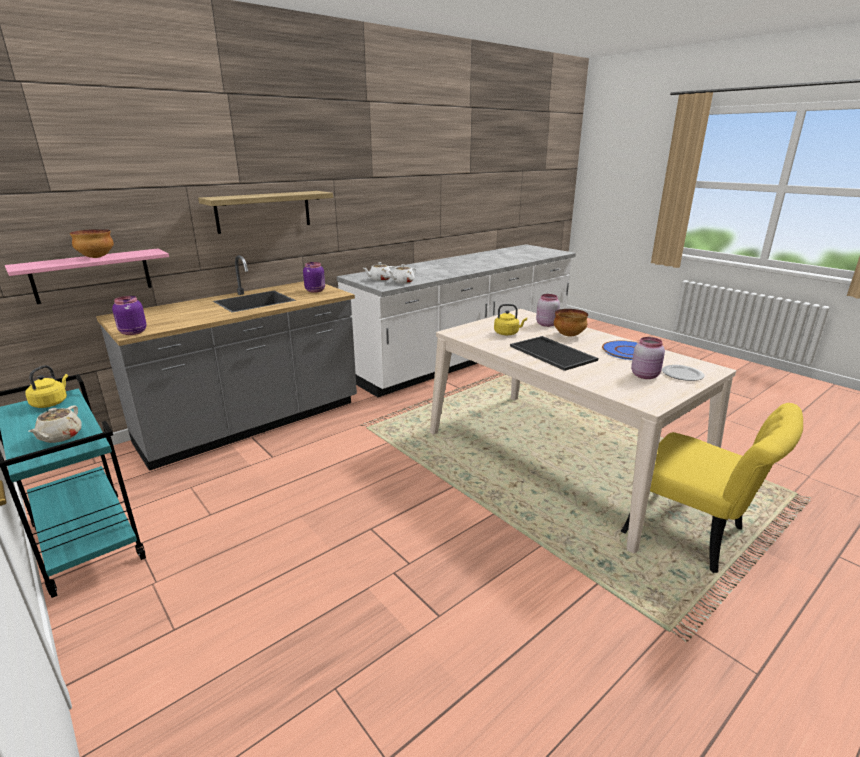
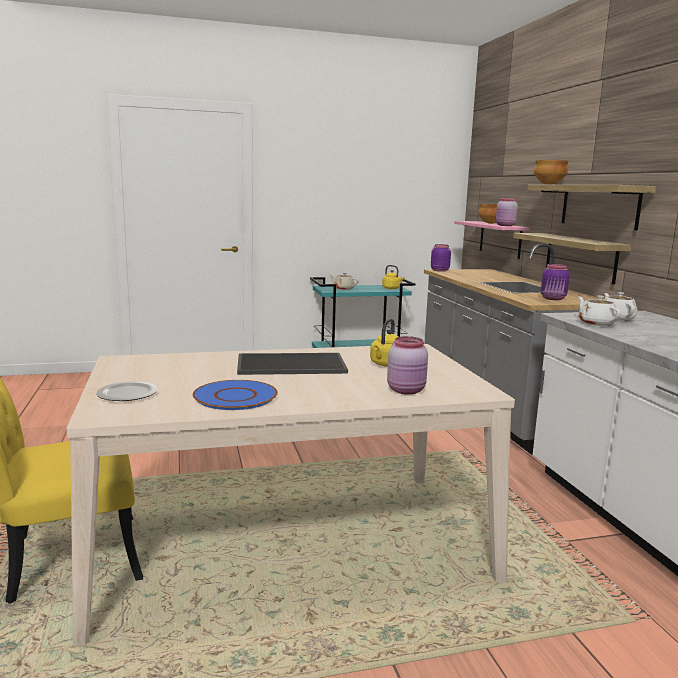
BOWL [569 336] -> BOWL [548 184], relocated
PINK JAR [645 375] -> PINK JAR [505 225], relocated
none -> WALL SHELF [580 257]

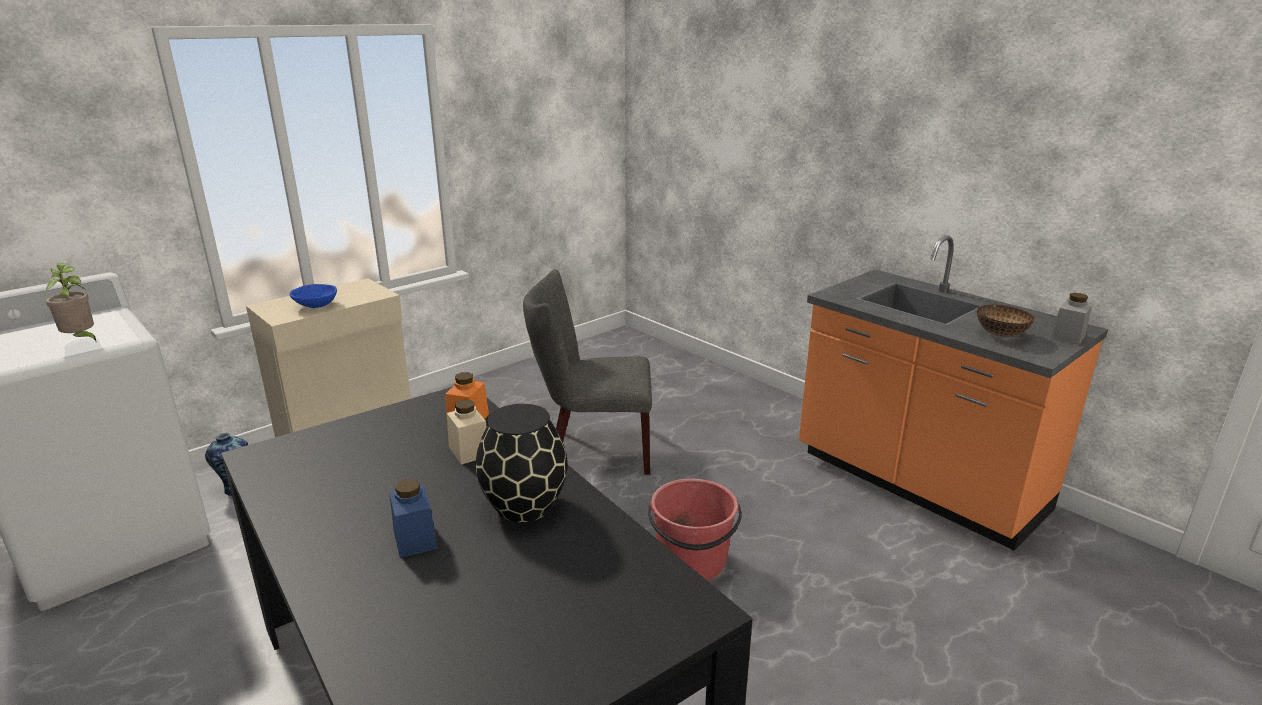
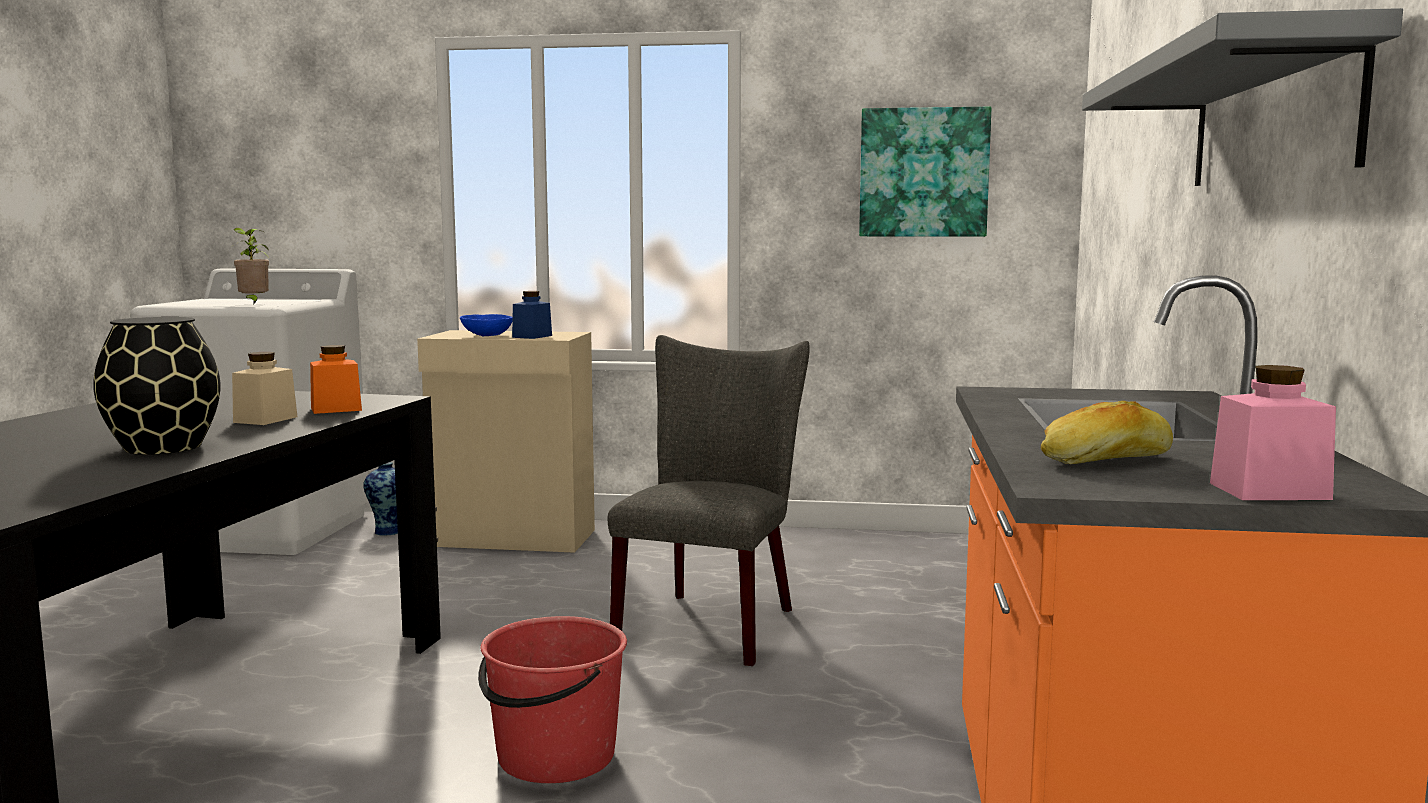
BLUE JAR [415 539] -> BLUE JAR [532 336], relocated
GRAY CHAIR [592 450] -> GRAY CHAIR [712 622], 60 degrees clockwise
BOWL [1001 335] -> BAKERY BREAD [1106 460]
GRAY JAR [1068 337] -> PINK JAR [1269 491]
none -> PICTURE [923 172]
none -> GRAY WALL SHELF [1269 119]

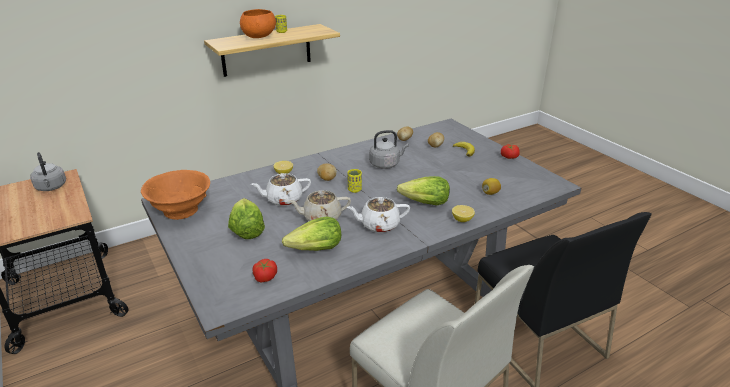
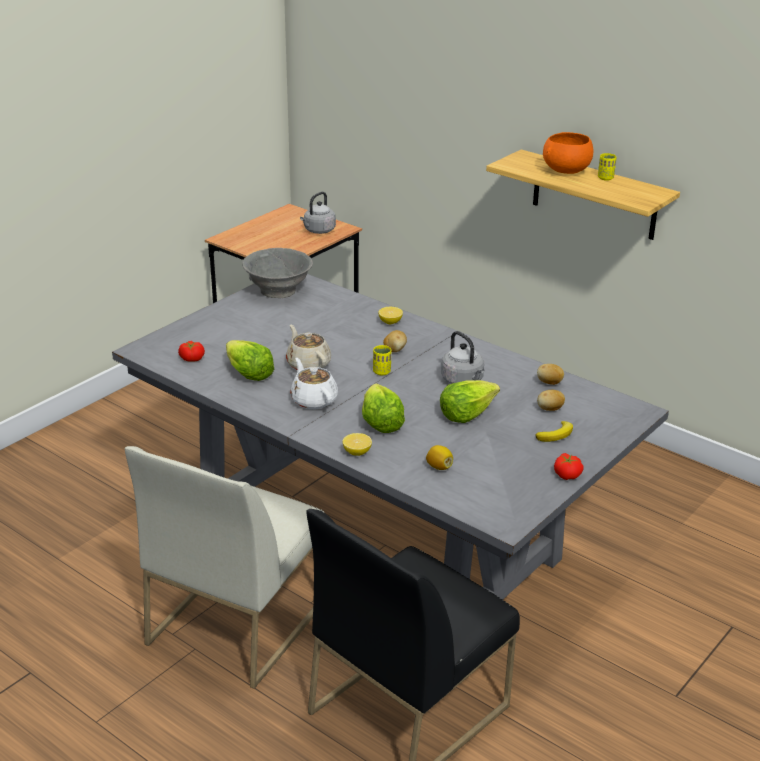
ORANGEY BOWL [181 210] -> GRAY BOWL [278 290]
LETTUCE HEAD [246 230] -> LETTUCE HEAD [466 413], relocated
WHITE-COLOURED TEA POT [283 199] -> none

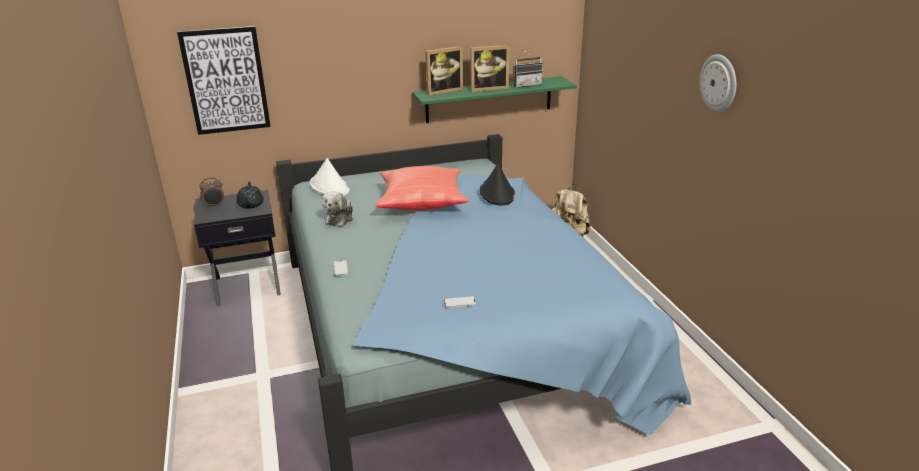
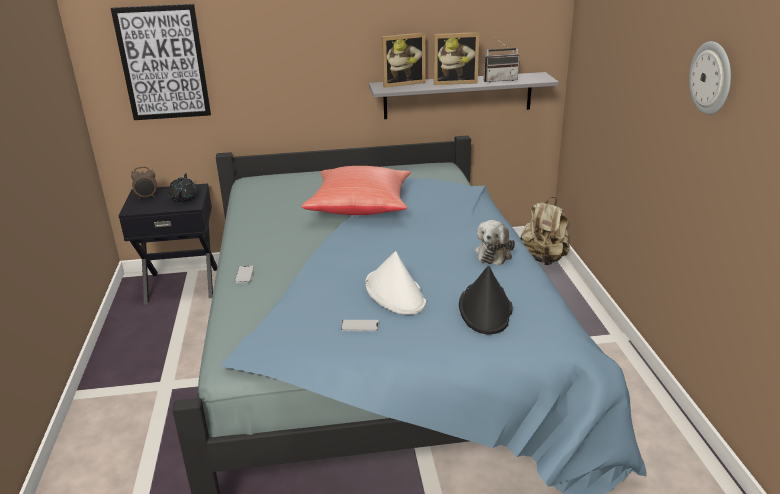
WHITE-COLOURED WEARABLE HAT [329 187] -> WHITE-COLOURED WEARABLE HAT [395 293], relocated
CUDDLY TOY [340 218] -> CUDDLY TOY [494 253], relocated
GREEN-COLOURED WALL SHELF [489 99] -> GRAY WALL SHELF [458 95]
BLACKISH WEARABLE HAT [497 193] -> BLACKISH WEARABLE HAT [485 309], relocated

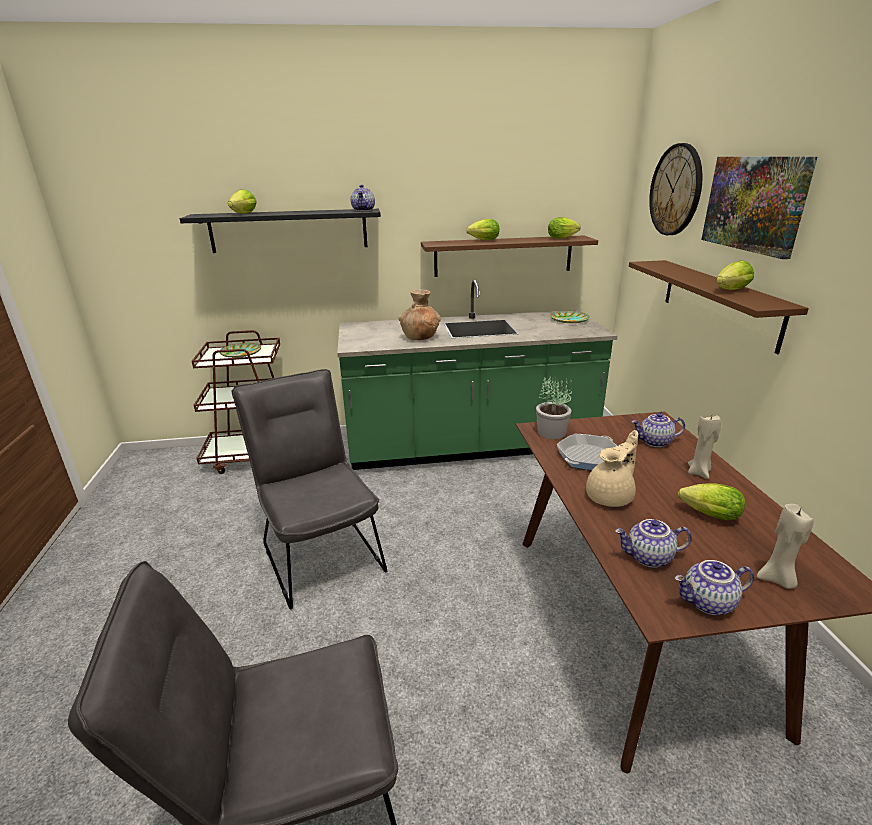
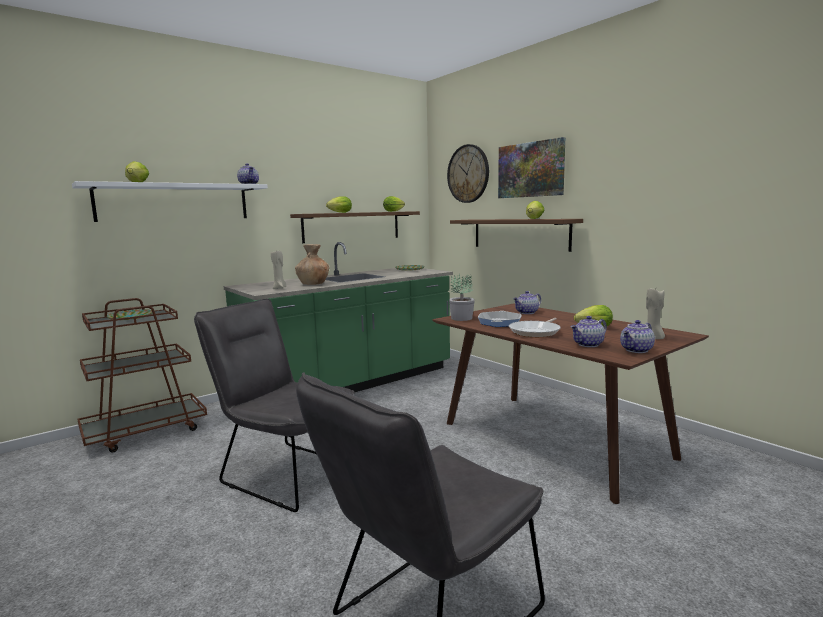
BLACKISH WALL SHELF [289 230] -> WHITE-COLOURED WALL SHELF [174 202]
BEIGE TEA POT [611 497] -> SKILLET [536 332]
BEIGE WAX LIGHT [699 472] -> BEIGE WAX LIGHT [279 288], relocated

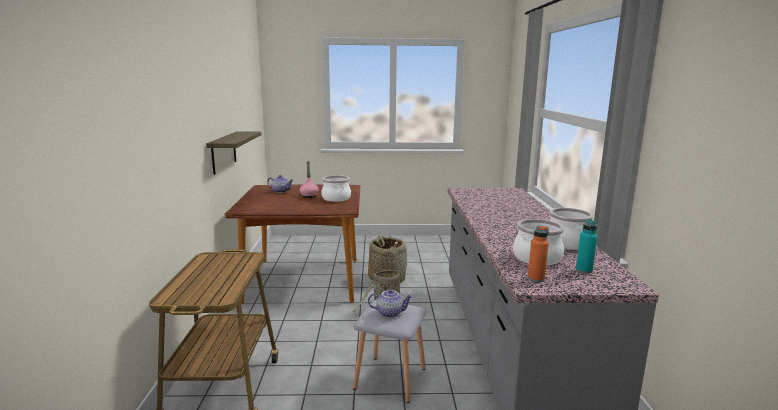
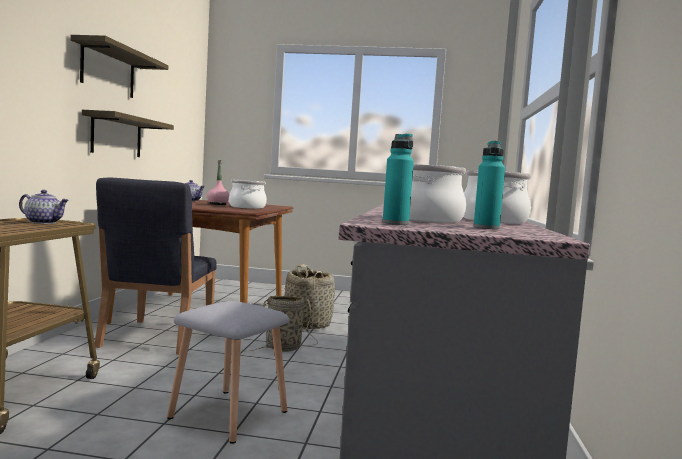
TEA POT [390 313] -> TEA POT [44 222], relocated
ORANGEY BEVERAGE BOTTLE [536 279] -> TURQUOISE BEVERAGE BOTTLE [395 223]
none -> WALL SHELF [108 70]
none -> BLUE CHAIR [156 337]

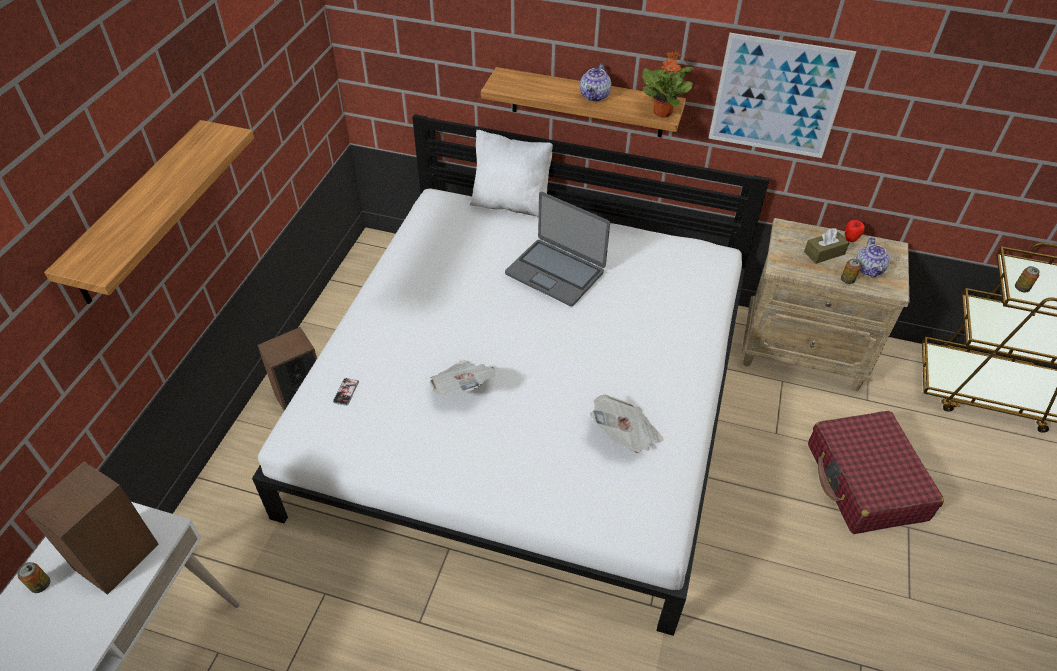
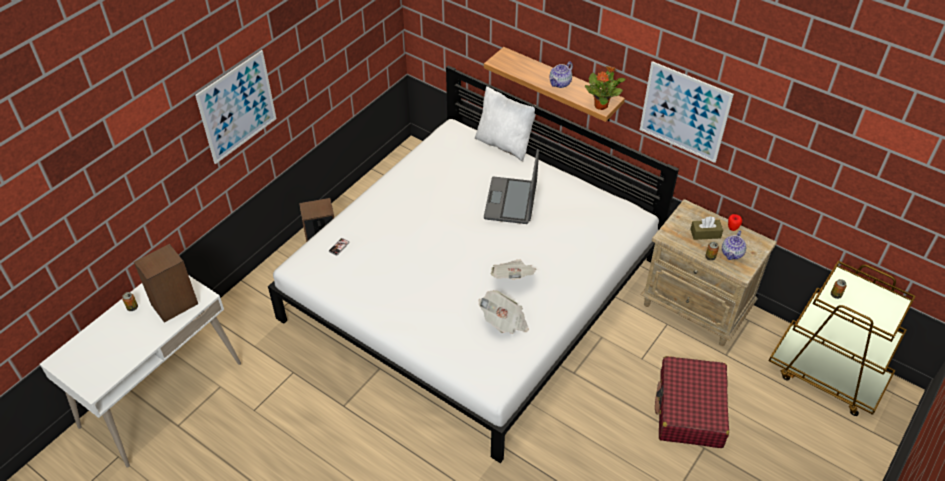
WALL SHELF [140 212] -> PICTURE [237 107]
PRINTED PAPER [462 388] -> PRINTED PAPER [512 277], relocated
PORTABLE COMPUTER [555 272] -> PORTABLE COMPUTER [511 201], 45 degrees clockwise

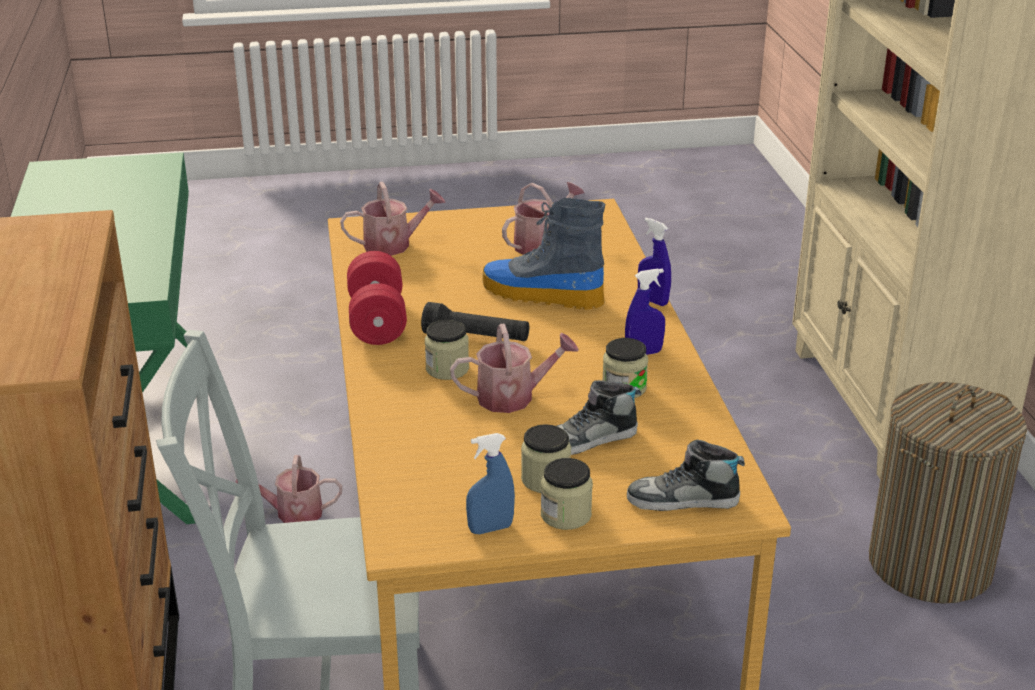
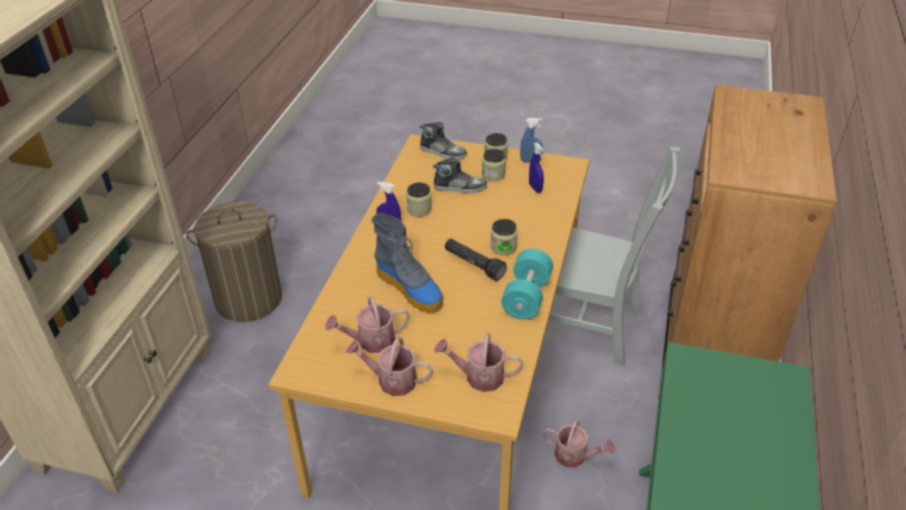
RED-COLOURED FREE WEIGHT [377 321] -> TURQUOISE FREE WEIGHT [526 297]
SPRINKLING CAN [513 397] -> SPRINKLING CAN [391 380], relocated
BLUE HAND SPRAYER [652 300] -> BLUE HAND SPRAYER [535 188], relocated

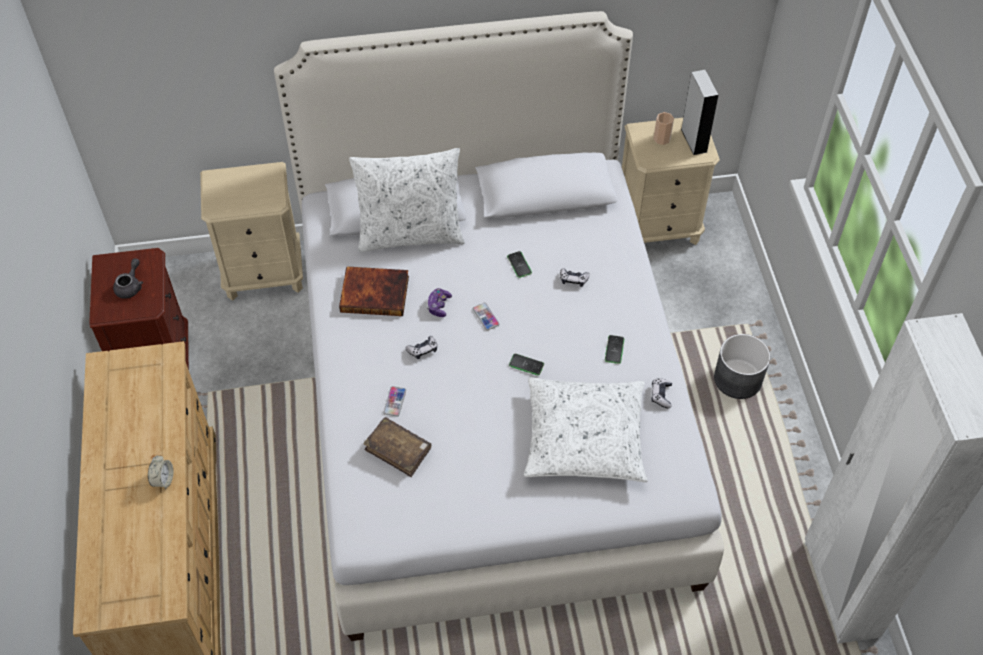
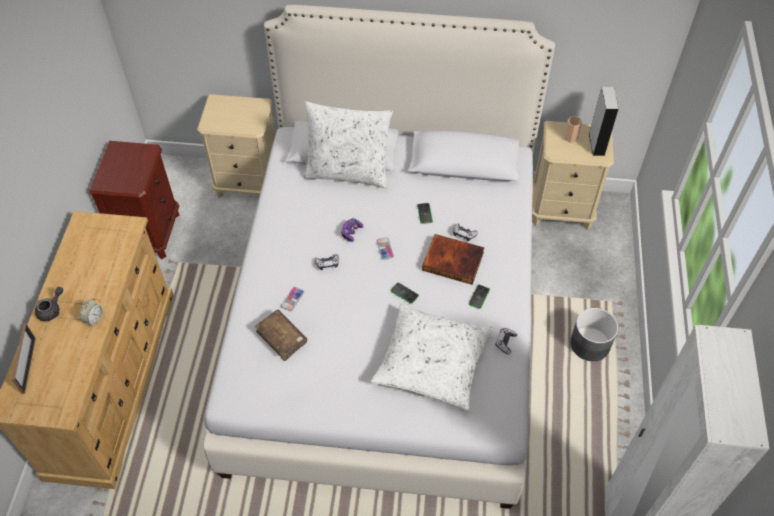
GRAY TEA POT [131 286] -> GRAY TEA POT [52 310], relocated
VOLUME [375 293] -> VOLUME [453 260], relocated
none -> PICTURE FRAME [29 365]

